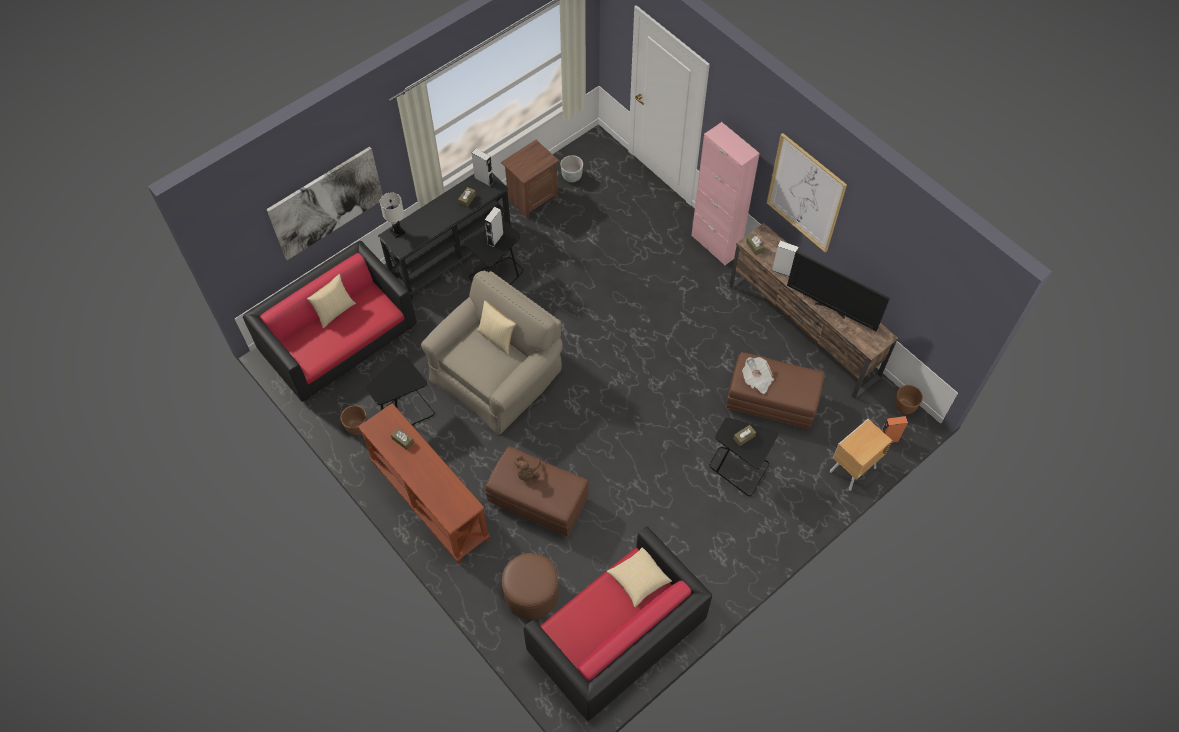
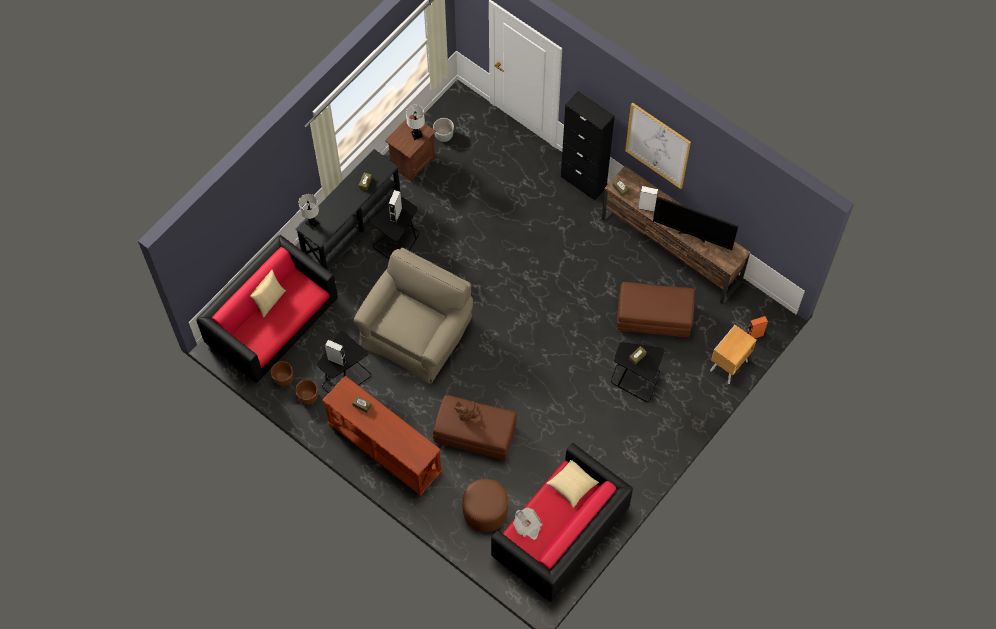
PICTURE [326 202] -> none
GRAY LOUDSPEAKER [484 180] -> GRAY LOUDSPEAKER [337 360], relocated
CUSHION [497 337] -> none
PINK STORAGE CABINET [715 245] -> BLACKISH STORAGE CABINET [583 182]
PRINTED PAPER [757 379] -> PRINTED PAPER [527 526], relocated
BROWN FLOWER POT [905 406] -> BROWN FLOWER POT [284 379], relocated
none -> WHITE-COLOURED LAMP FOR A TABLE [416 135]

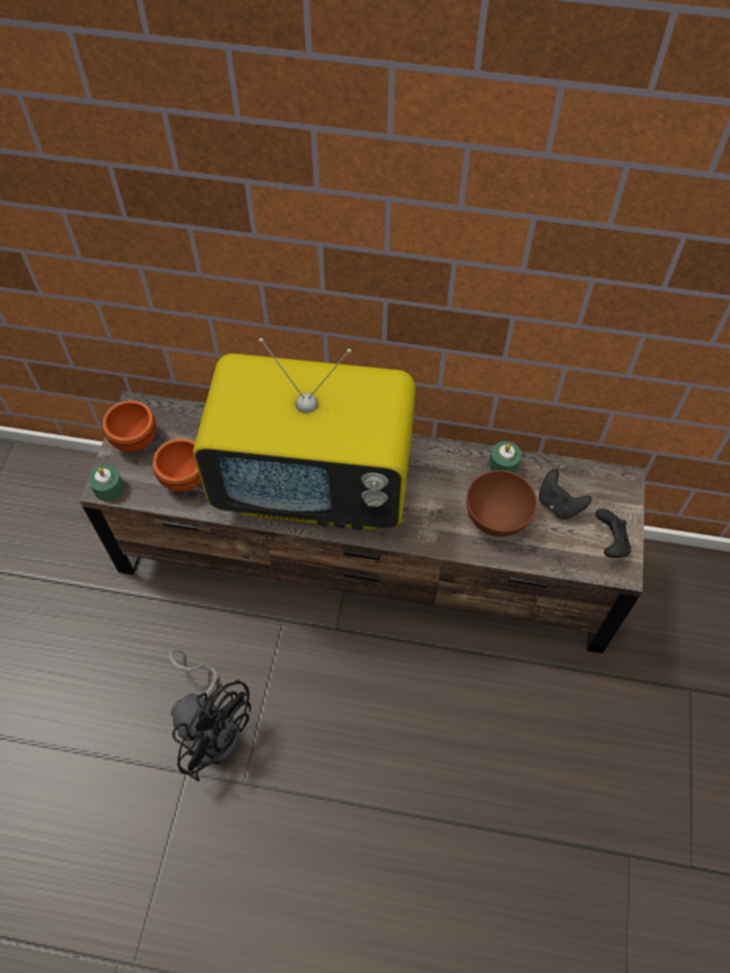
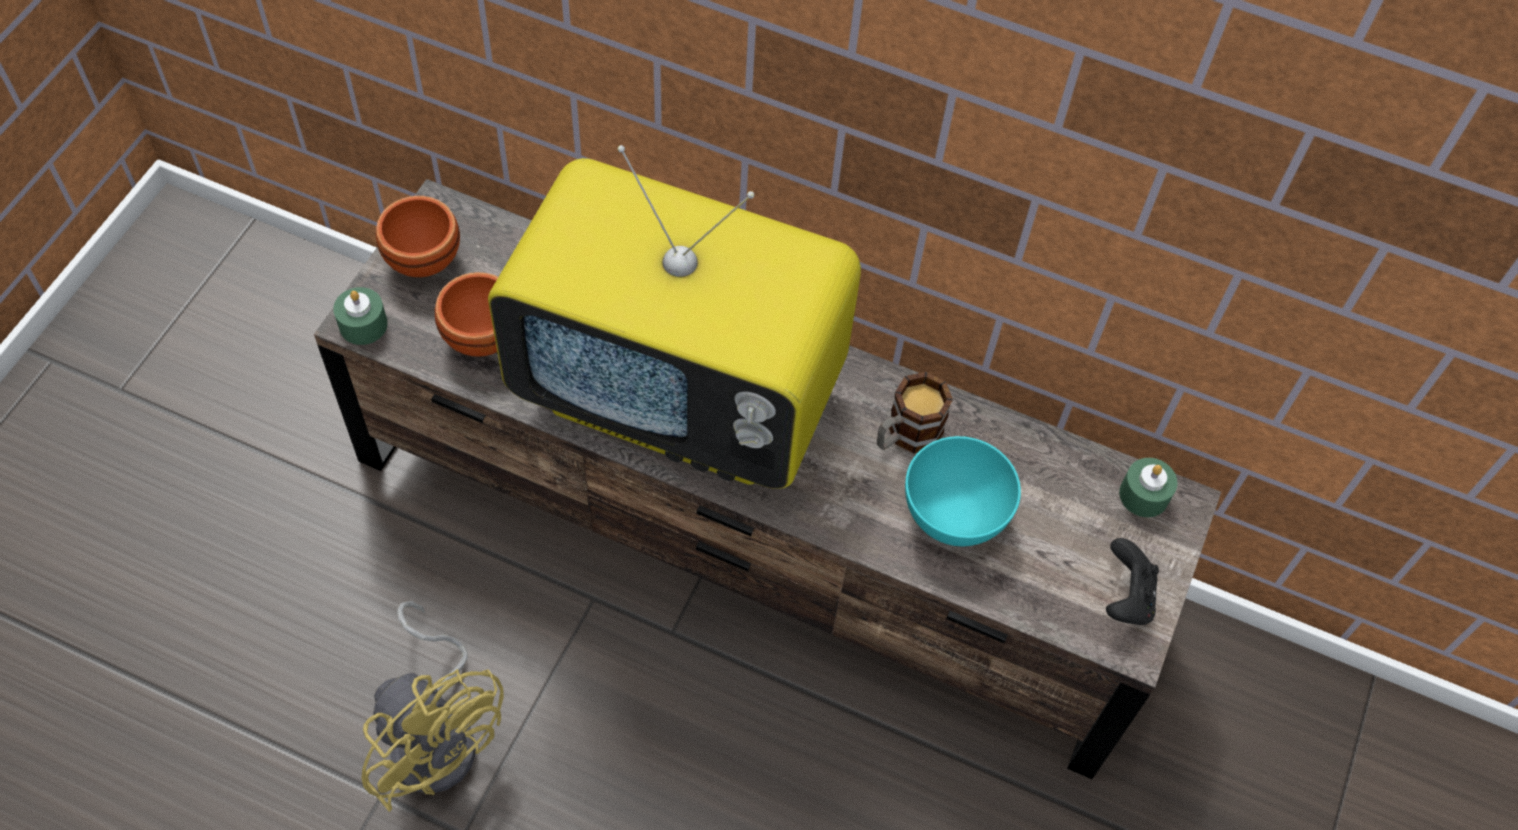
BLACKISH COOLING FAN [212 725] -> YELLOWISH COOLING FAN [439 734]
BROWN BOWL [497 519] -> TURQUOISE BOWL [954 515]
GREEN-COLOURED WAX LIGHT [503 464] -> GREEN-COLOURED WAX LIGHT [1144 495], relocated
BLACKISH JOYPAD [558 504] -> none
none -> MUG [906 435]

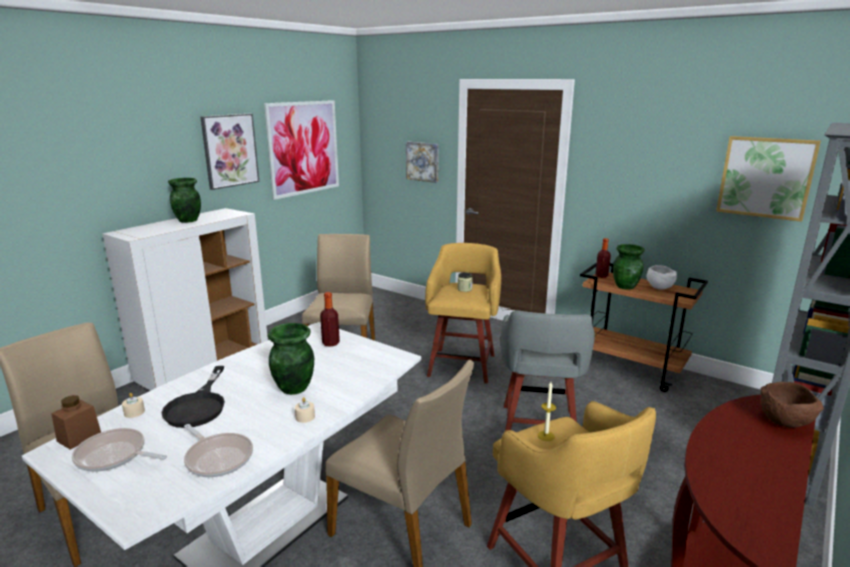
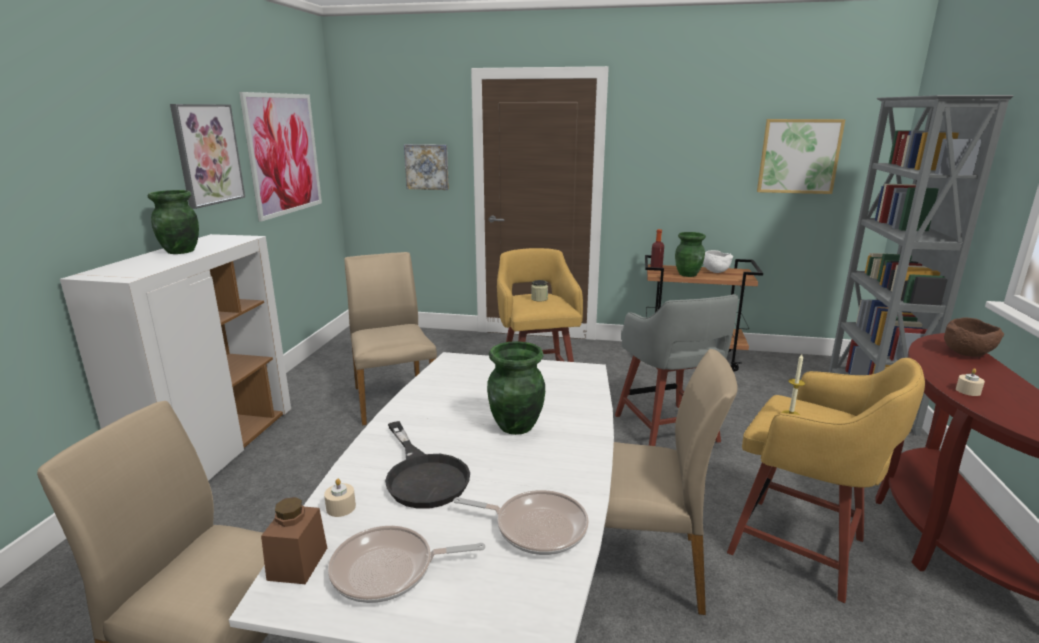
BEIGE WAX LIGHT [305 417] -> BEIGE WAX LIGHT [968 391], relocated
BEVERAGE BOTTLE [330 343] -> none

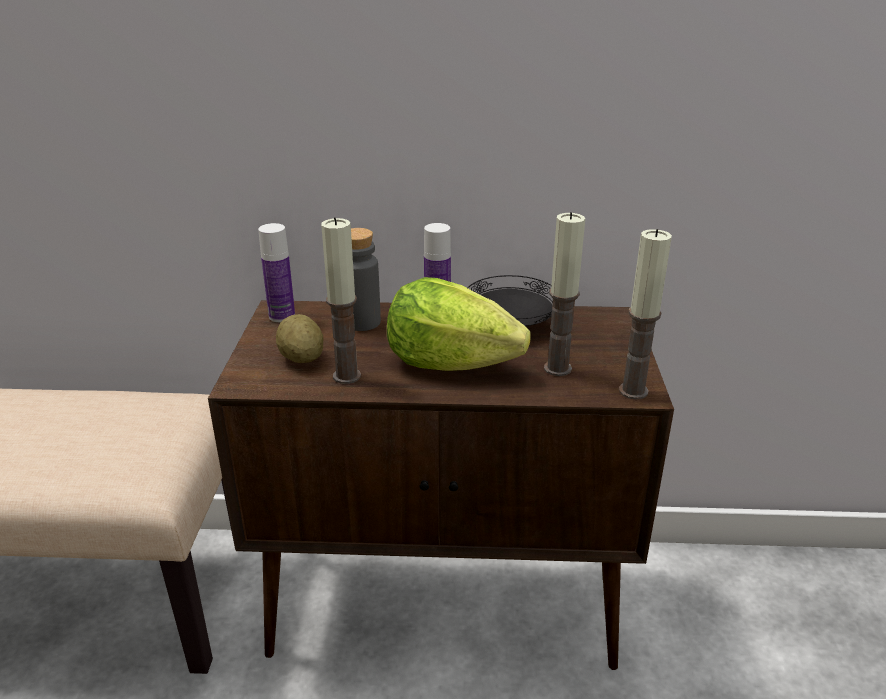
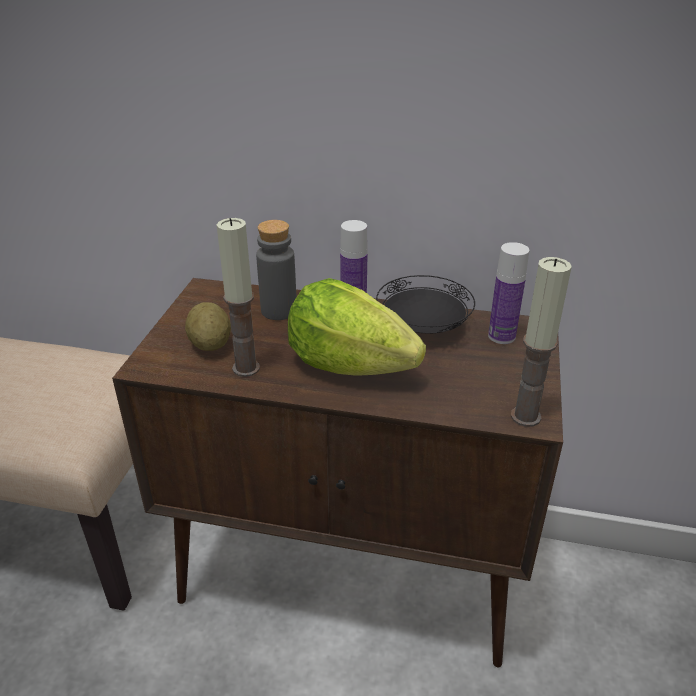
BEVERAGE BOTTLE [282 316] -> BEVERAGE BOTTLE [501 336], relocated
WAX LIGHT [557 368] -> none

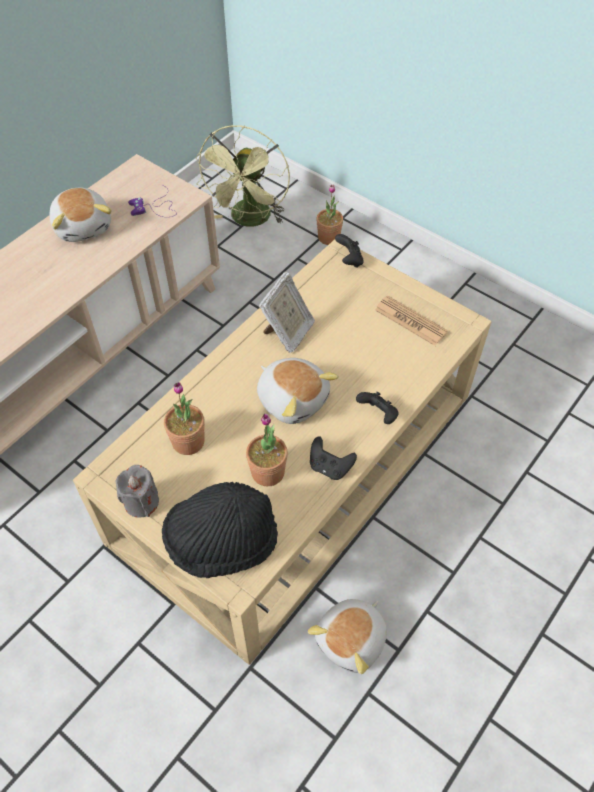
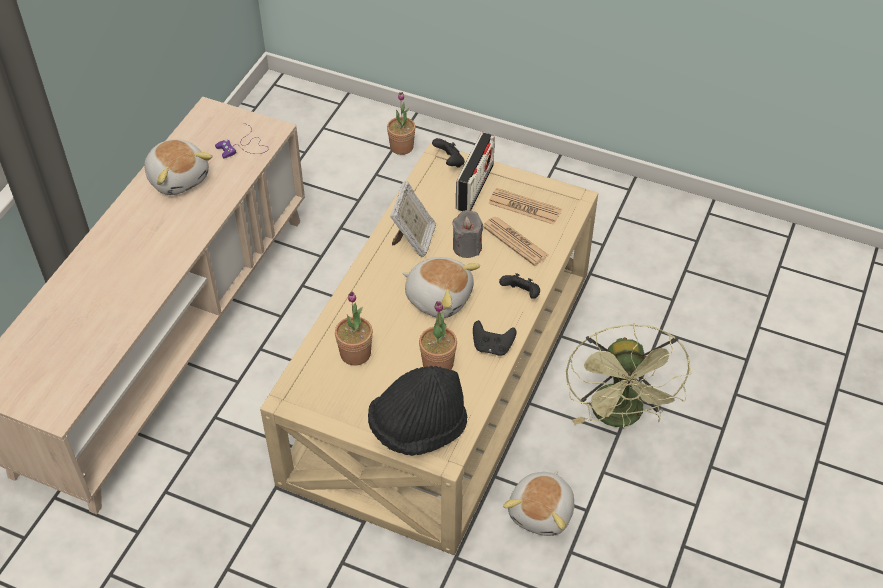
GRAY WAX LIGHT [141 502] -> GRAY WAX LIGHT [467 247], relocated
GREEN-COLOURED COOLING FAN [249 220] -> GREEN-COLOURED COOLING FAN [620 417], relocated
none -> RADIO SET [475 187]
none -> PRINTED PAPER [515 241]

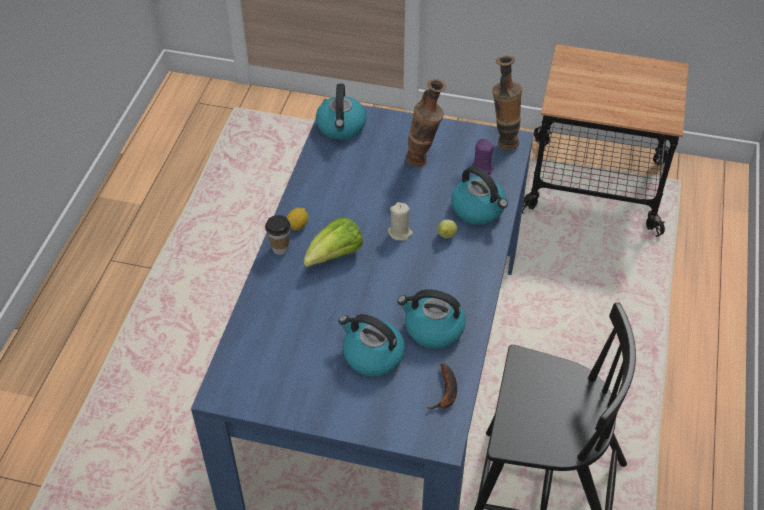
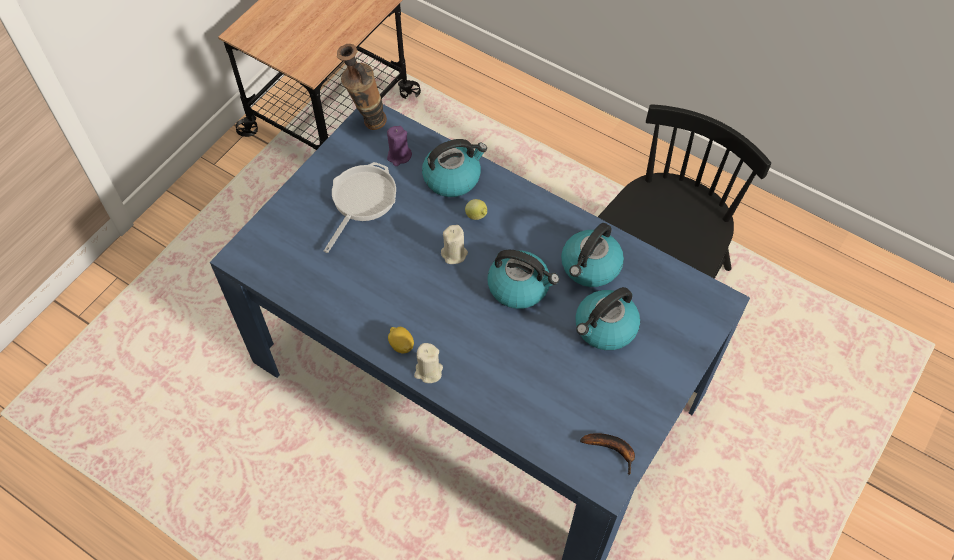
CUP [280 248] -> BEIGE WAX LIGHT [428 371]
LETTUCE HEAD [335 256] -> none
KETTLE [341 127] -> KETTLE [519 287], relocated
DECORATIVE VASE [423 161] -> SKILLET [361 200]
WHOLE BANANA [446 393] -> WHOLE BANANA [612 450], relocated

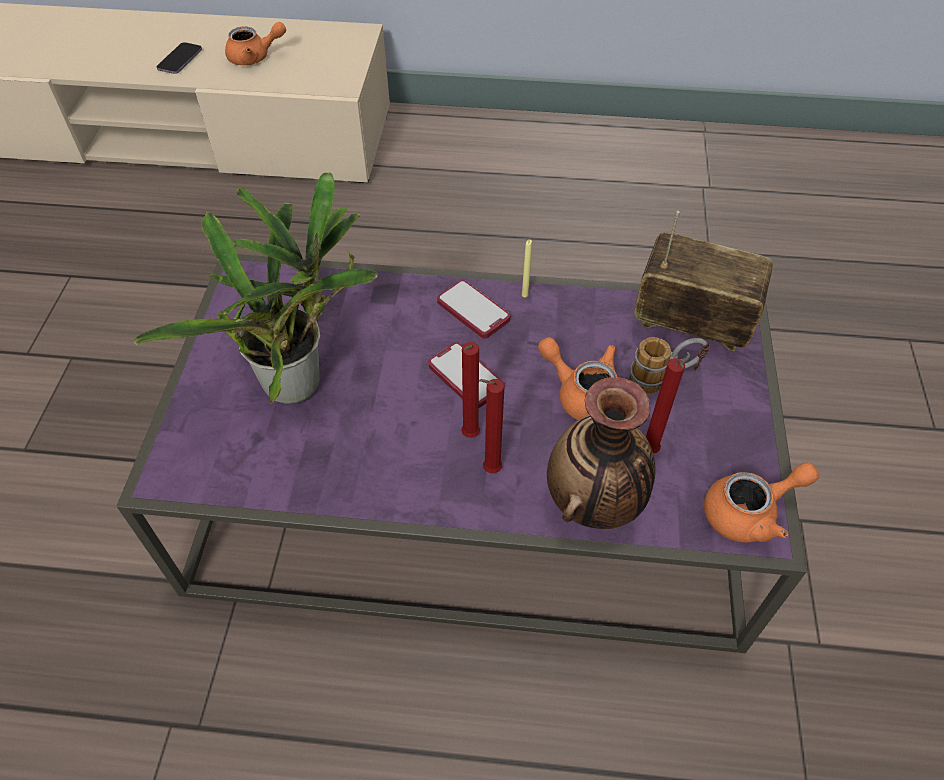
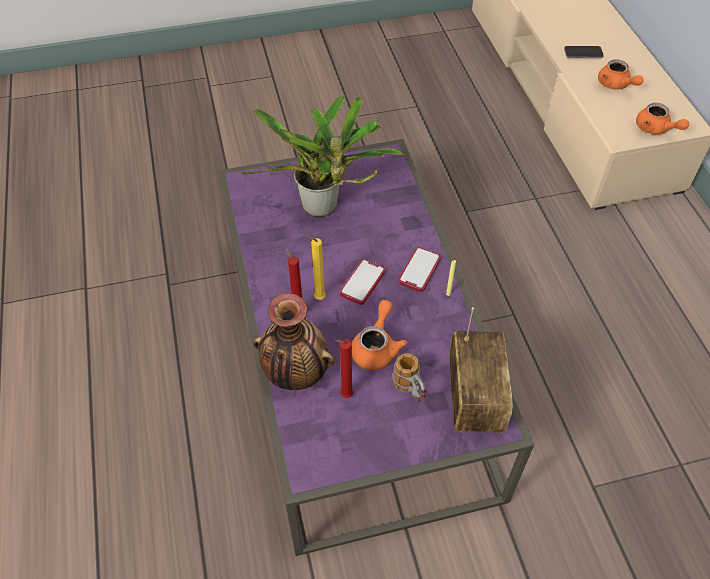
RED-COLOURED WAX LIGHT [469 437] -> YELLOWISH WAX LIGHT [317 297]
ORANGEY TEA POT [750 513] -> ORANGEY TEA POT [655 129], relocated

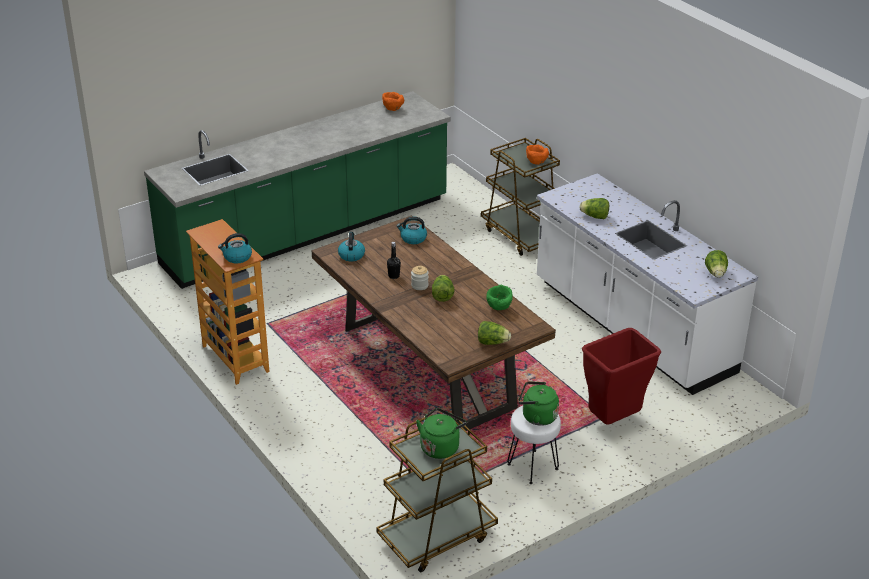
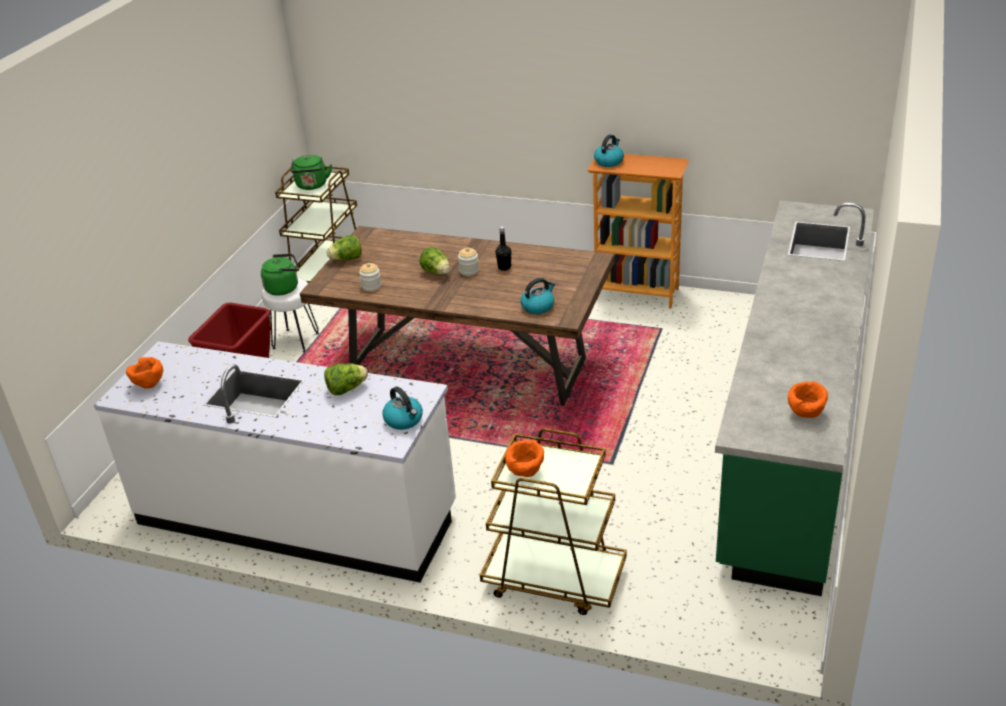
KETTLE [351 255] -> KETTLE [404 420], relocated
GREEN-COLOURED BOWL [499 308] -> JAR [371 286]
LETTUCE HEAD [716 273] -> ORANGEY BOWL [148 385]

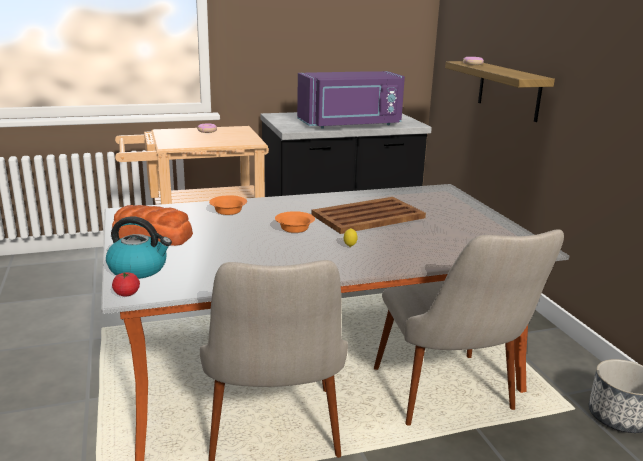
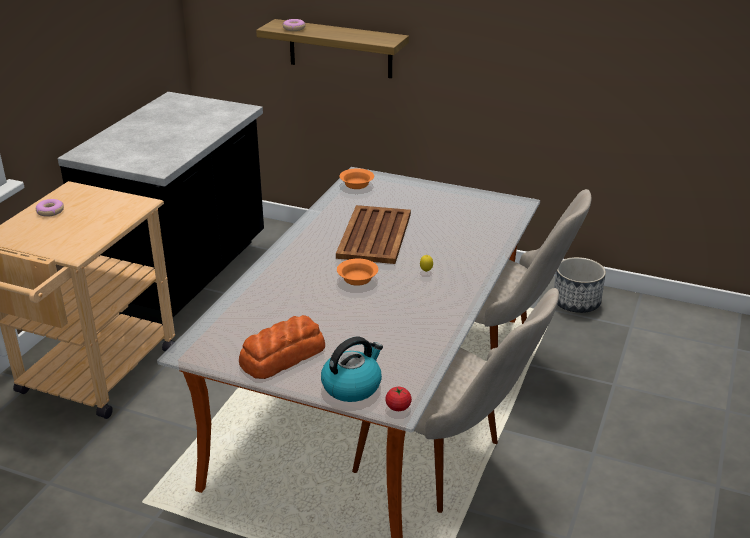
ORANGEY BOWL [229 211] -> ORANGEY BOWL [357 185], relocated
PURPLISH KITCHEN MICROWAVE [350 125] -> none

